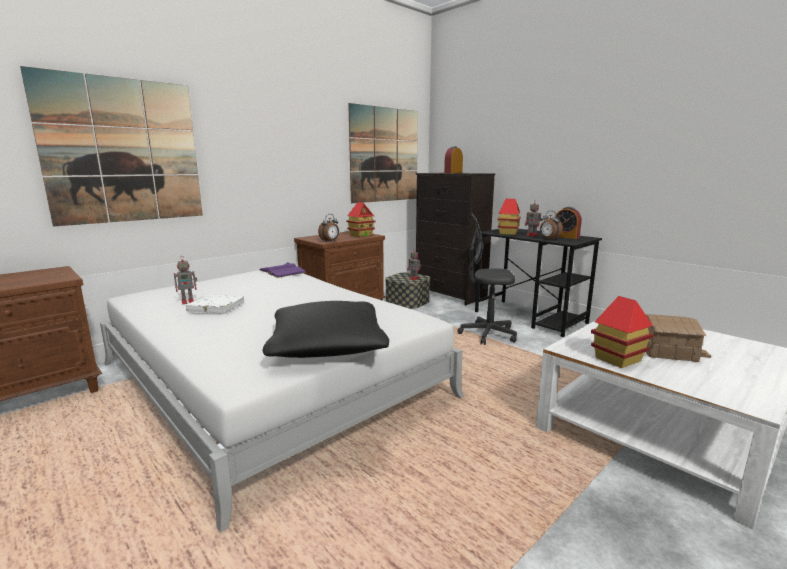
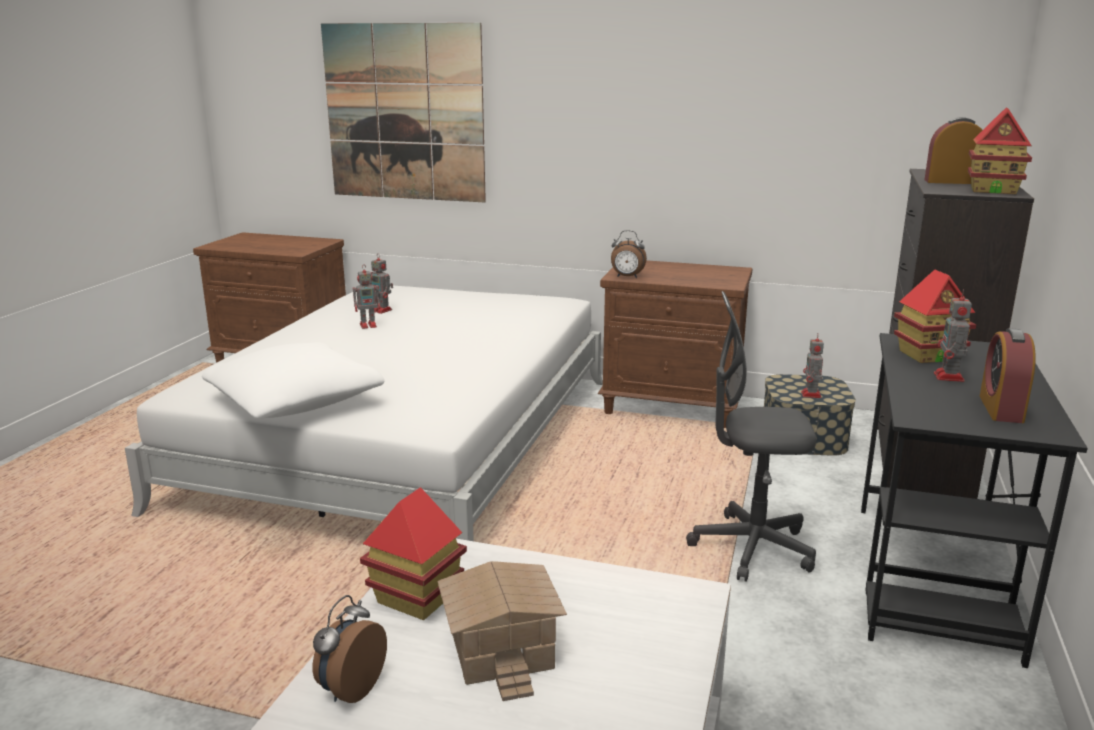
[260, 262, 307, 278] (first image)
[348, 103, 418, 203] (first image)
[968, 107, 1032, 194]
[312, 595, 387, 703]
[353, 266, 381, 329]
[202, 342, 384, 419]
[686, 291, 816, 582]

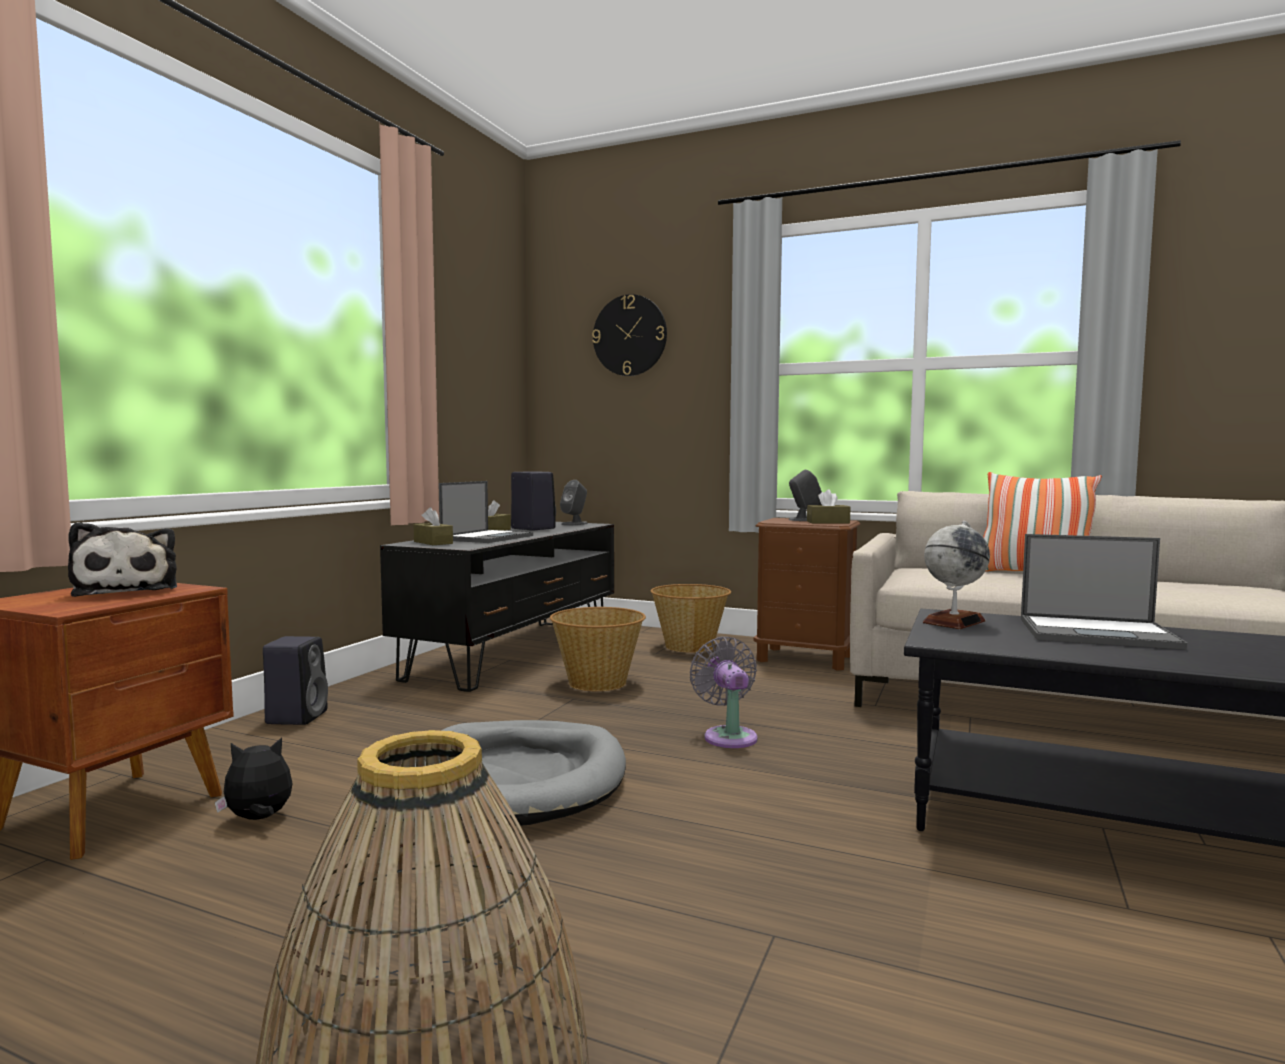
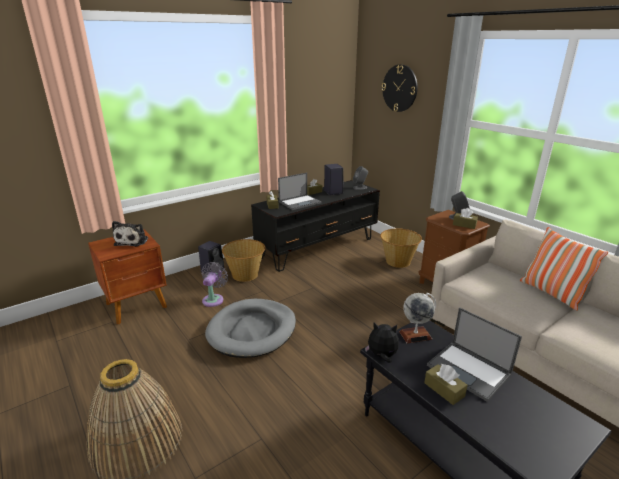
[424, 364, 468, 405]
[365, 323, 399, 363]
[222, 239, 265, 282]
[202, 262, 228, 307]

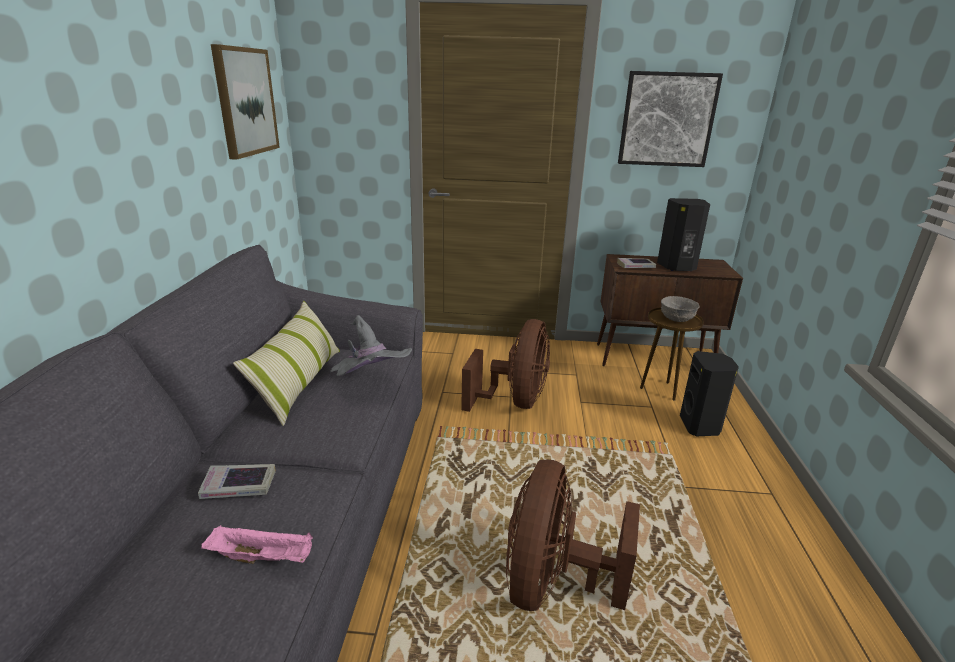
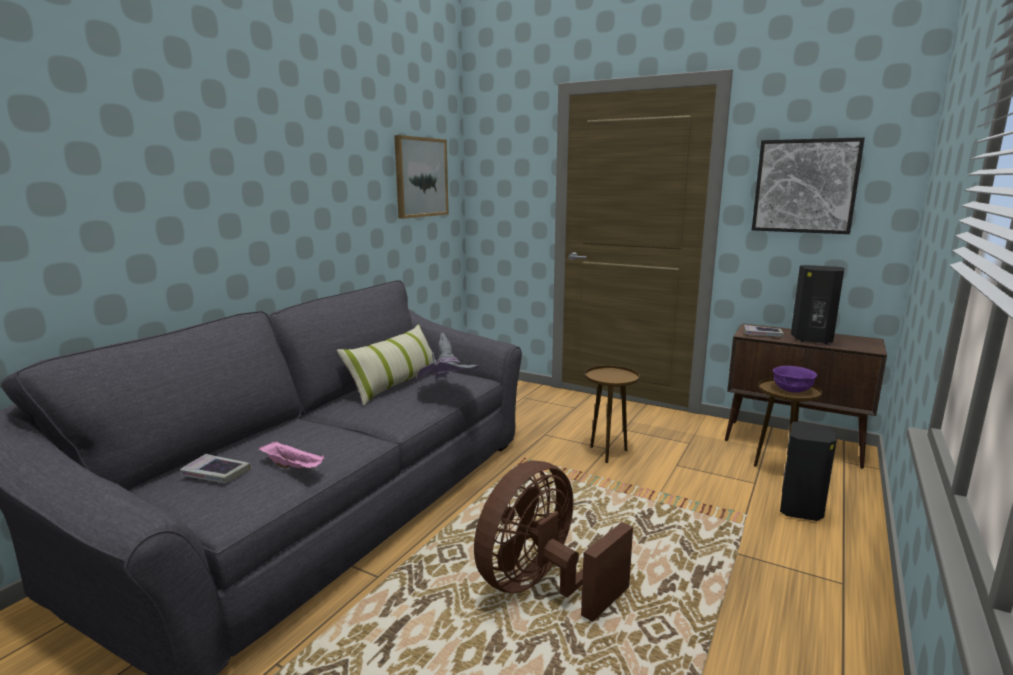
[180, 454, 250, 483]
[585, 366, 640, 463]
[773, 366, 817, 393]

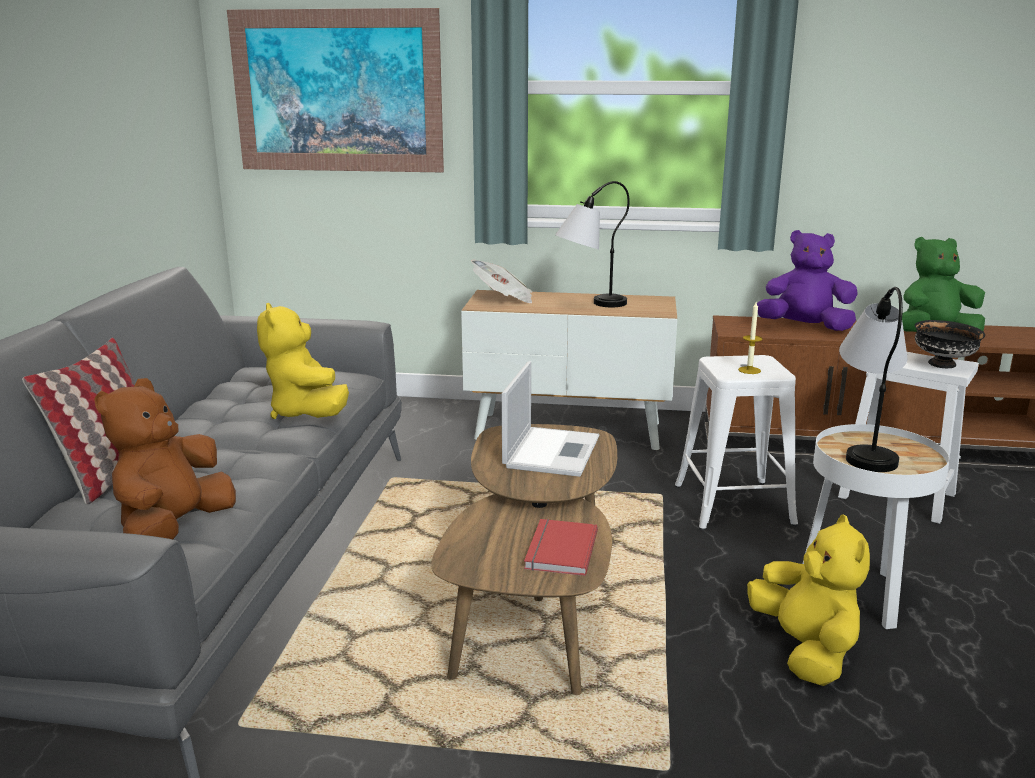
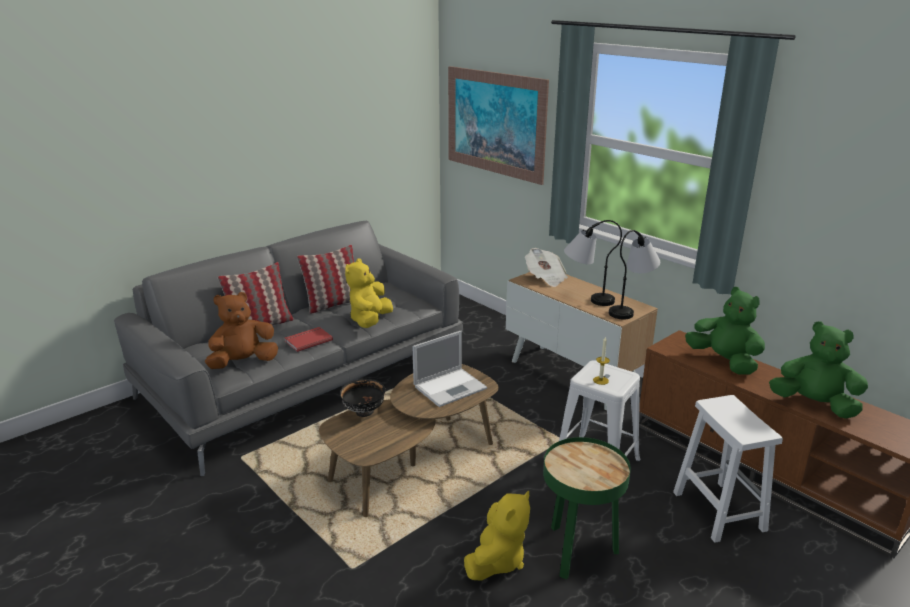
[297, 245, 354, 314]
[285, 327, 333, 352]
[609, 230, 660, 319]
[340, 379, 385, 417]
[685, 287, 765, 375]
[543, 437, 631, 580]

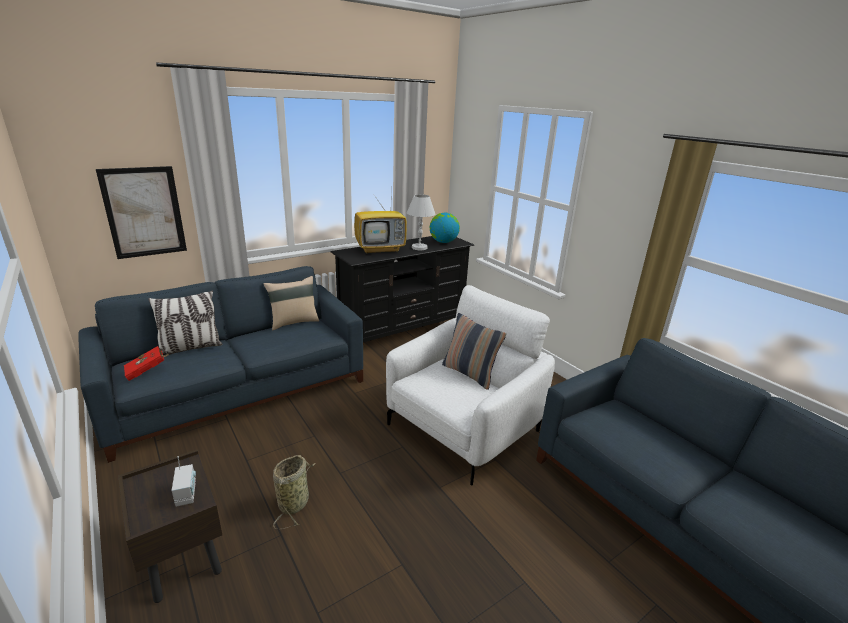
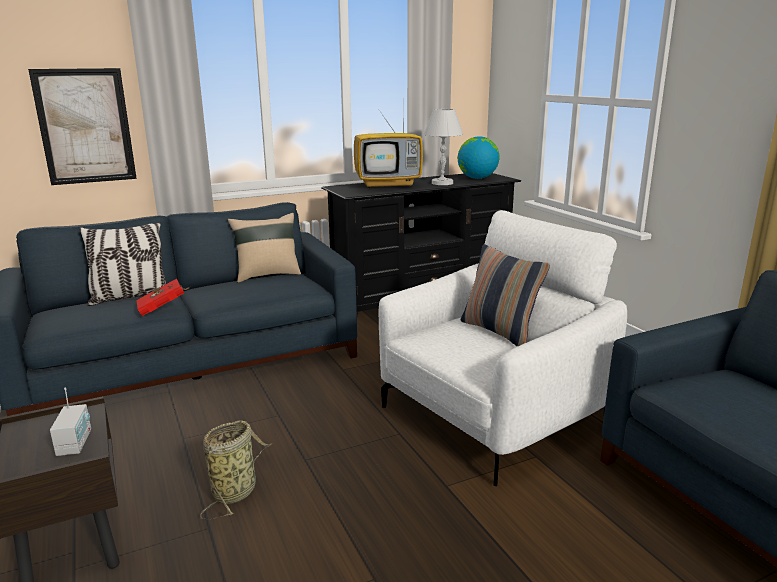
[136, 279, 190, 316]

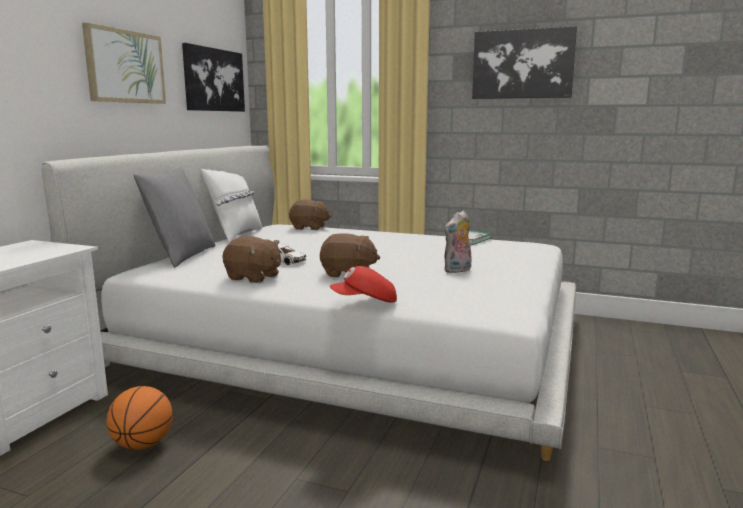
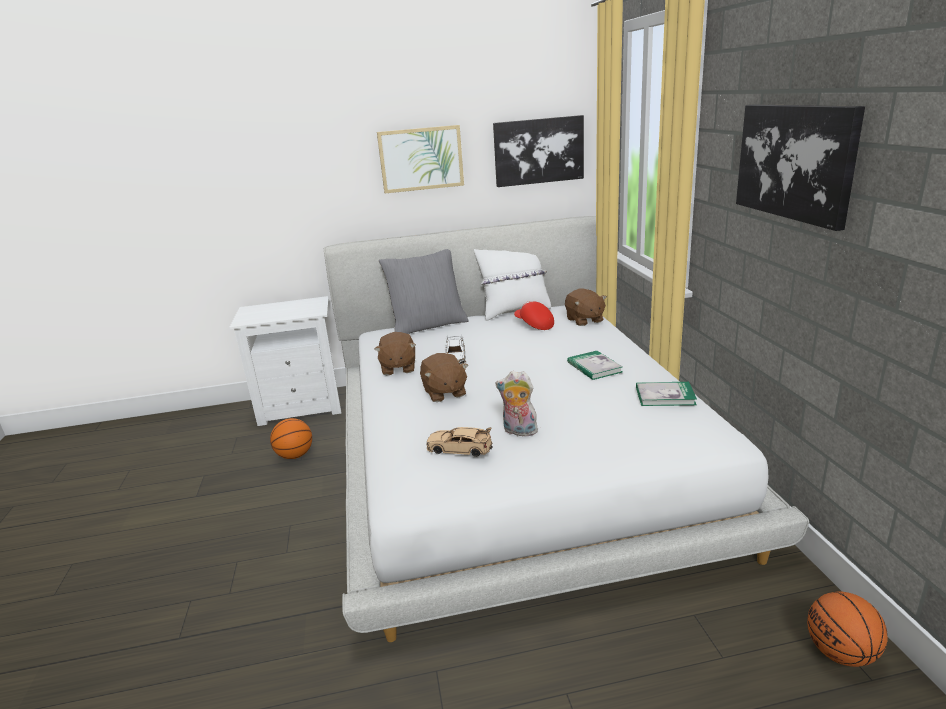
[427, 427, 493, 457]
[567, 351, 623, 380]
[807, 592, 888, 667]
[514, 301, 554, 330]

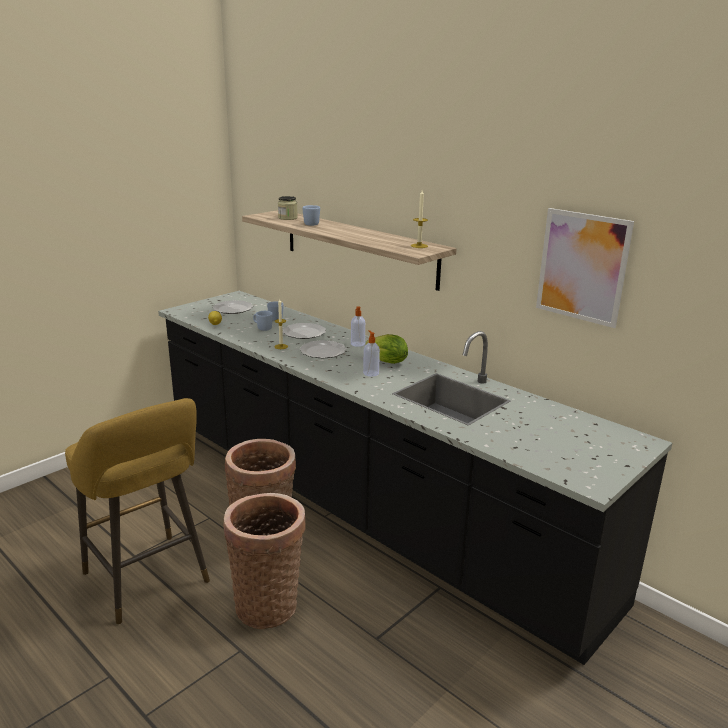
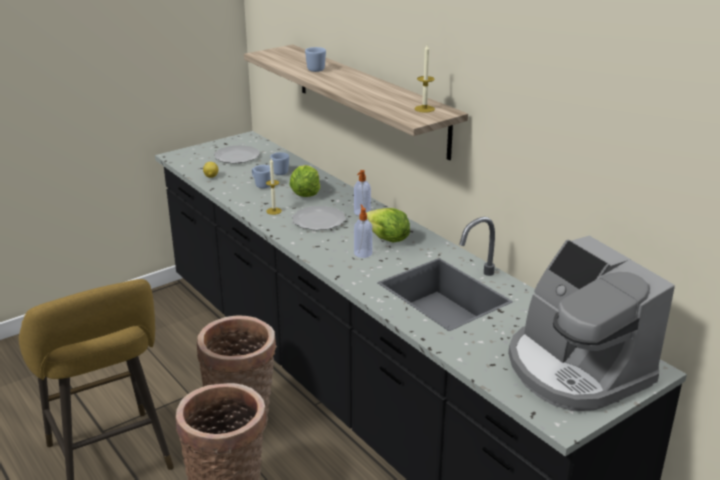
[278, 196, 298, 220] (first image)
[536, 208, 634, 328] (first image)
[508, 236, 675, 411]
[289, 165, 320, 197]

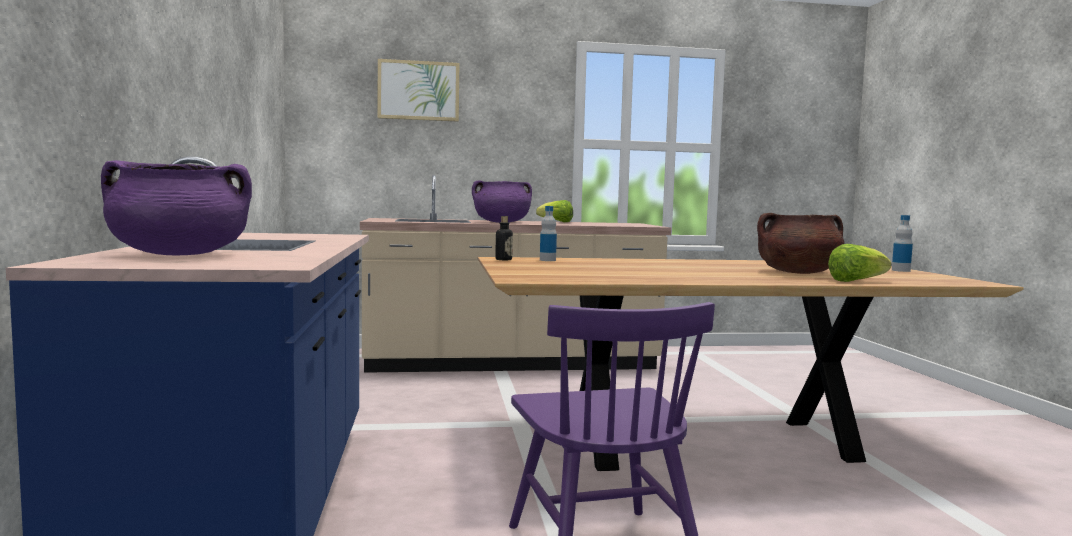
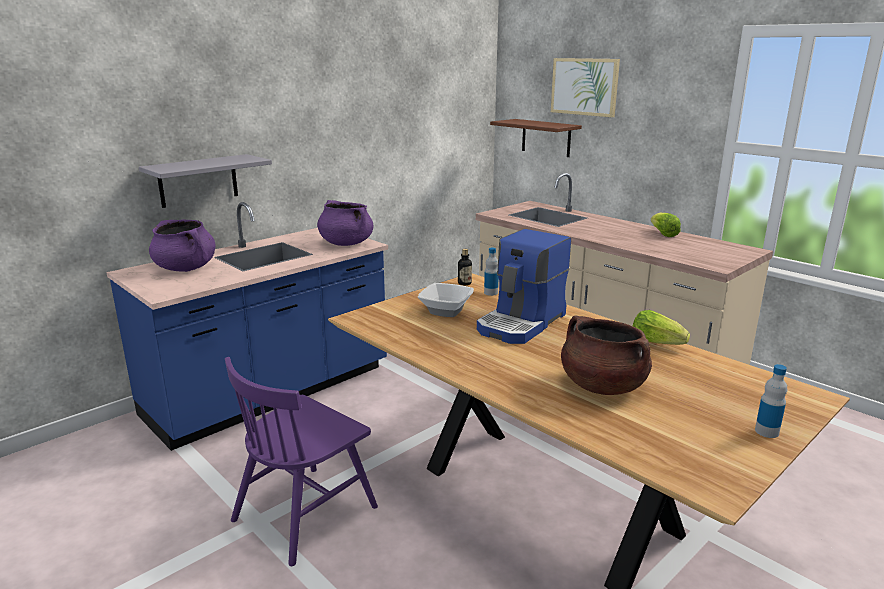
[139, 154, 272, 208]
[418, 283, 474, 317]
[477, 229, 571, 344]
[490, 119, 582, 157]
[317, 200, 373, 246]
[633, 310, 690, 345]

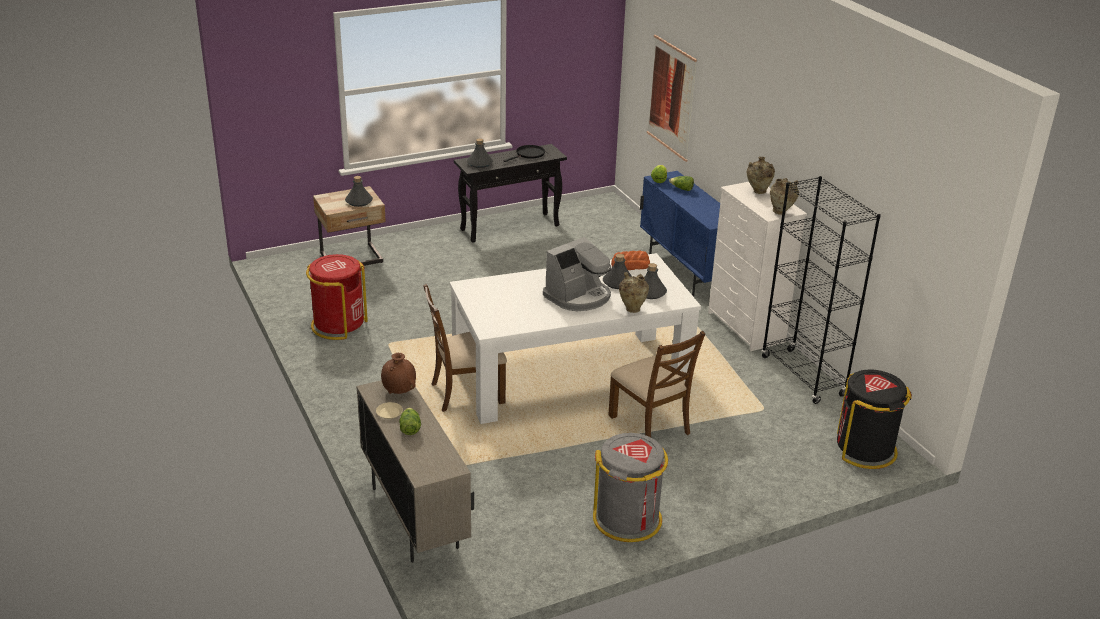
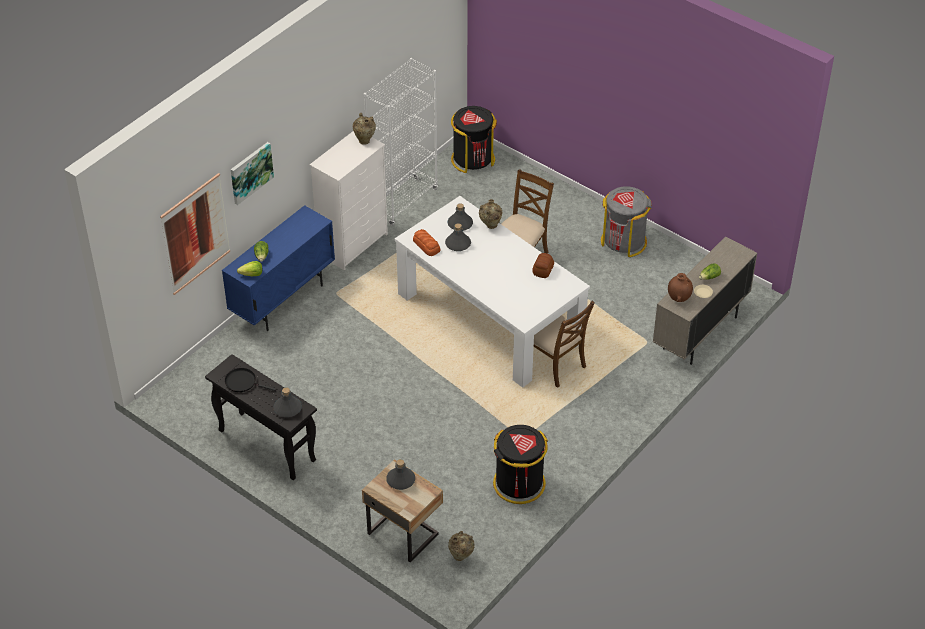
[543, 237, 611, 311] (first image)
[231, 142, 274, 205]
[532, 253, 554, 278]
[448, 531, 475, 561]
[493, 425, 548, 504]
[364, 58, 438, 226]

